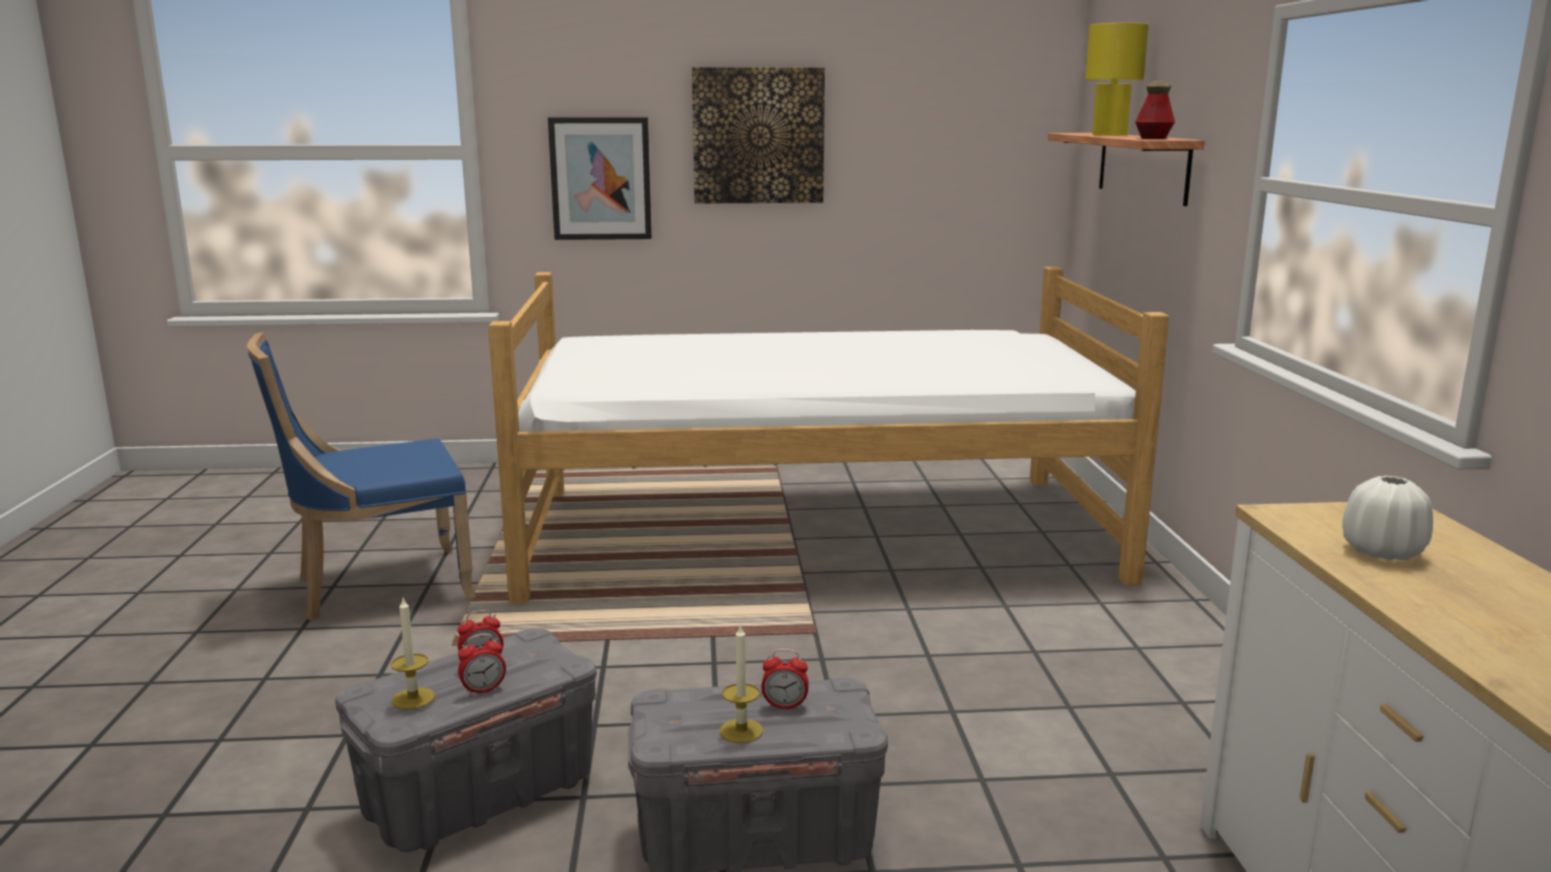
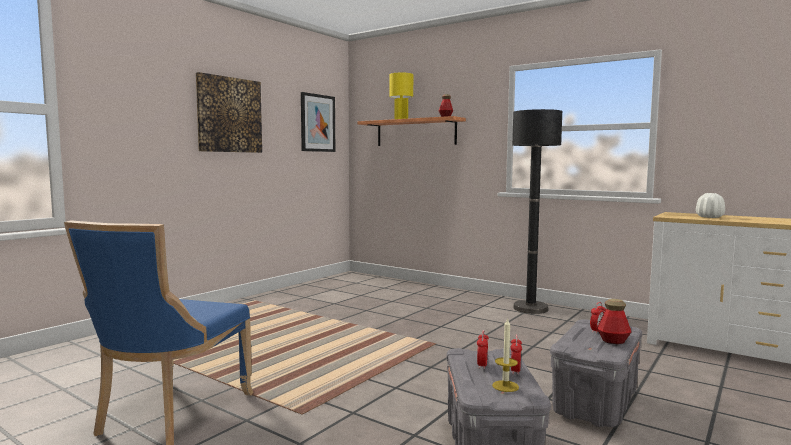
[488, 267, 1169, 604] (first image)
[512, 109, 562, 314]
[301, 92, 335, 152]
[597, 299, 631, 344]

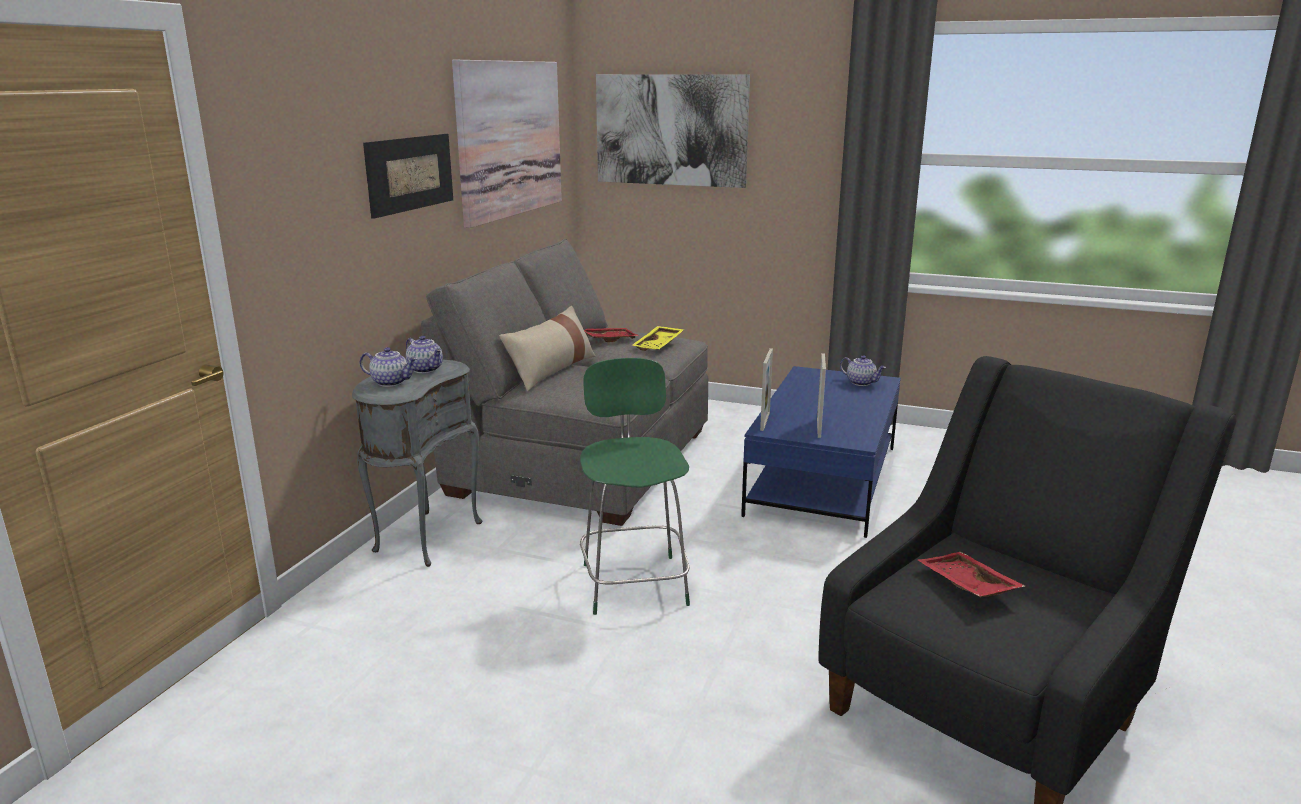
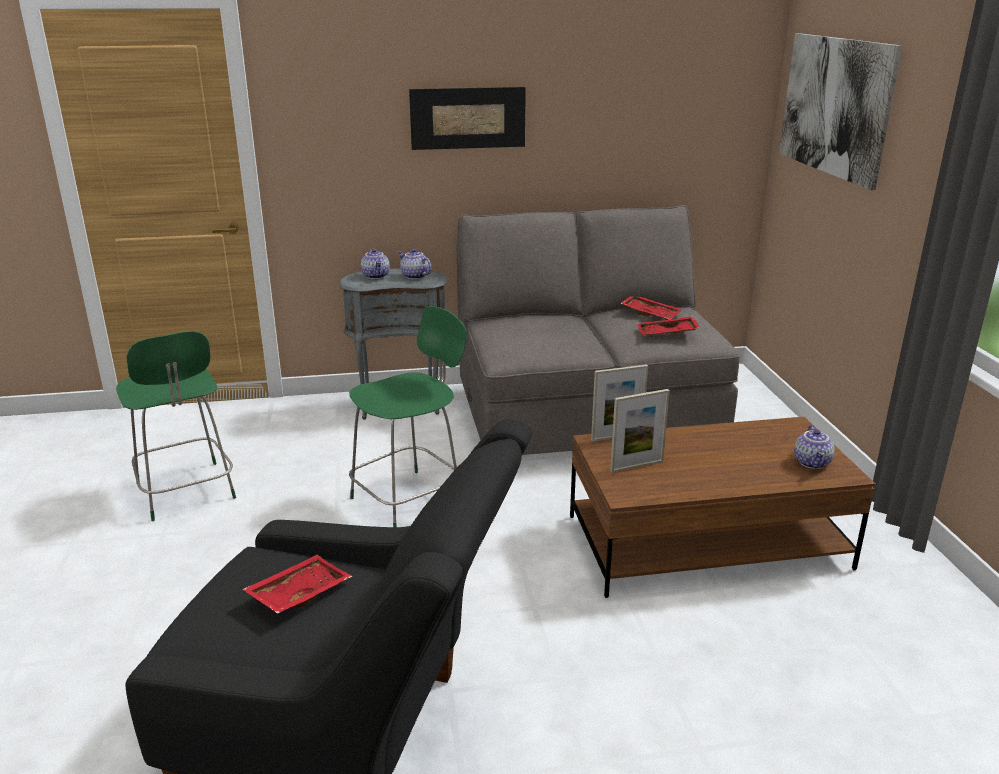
[452, 60, 562, 228] (first image)
[499, 306, 596, 392] (first image)
[116, 331, 236, 521]
[637, 316, 700, 335]
[570, 417, 876, 598]
[398, 249, 432, 279]

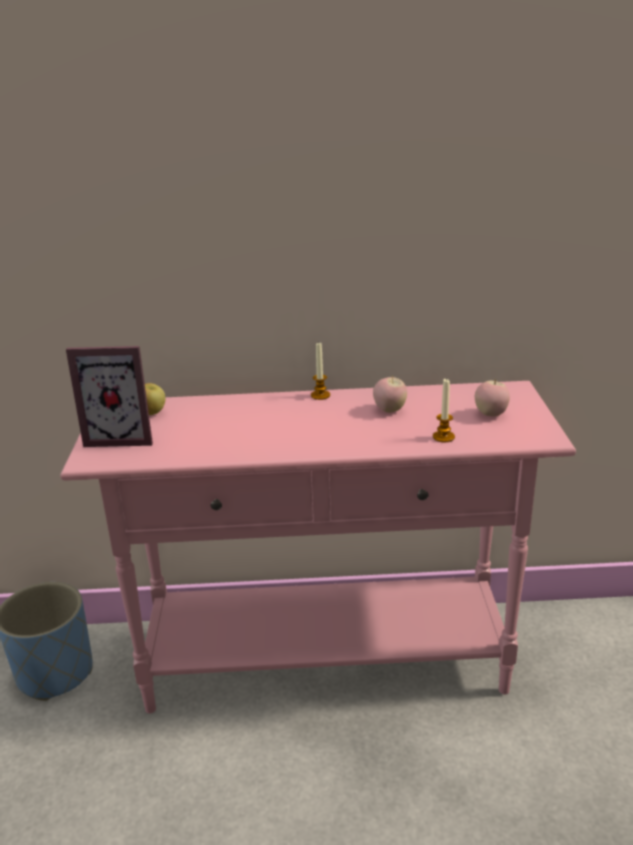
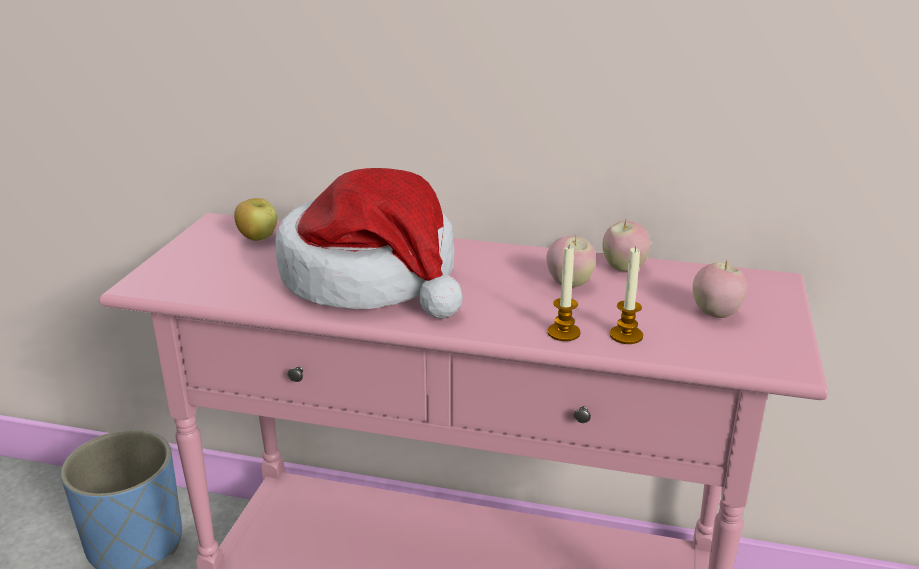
[66, 346, 153, 447] (first image)
[275, 168, 463, 319]
[603, 219, 651, 271]
[548, 244, 580, 341]

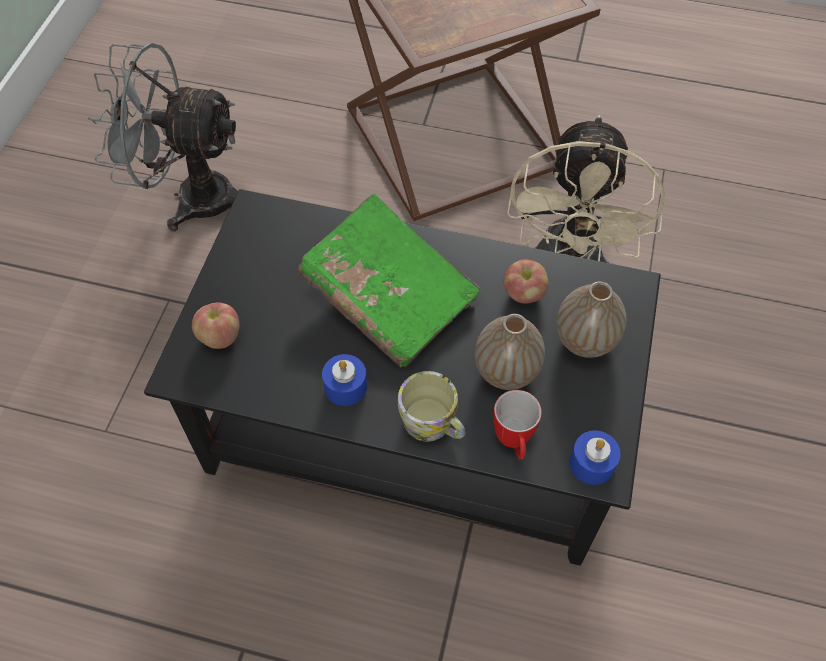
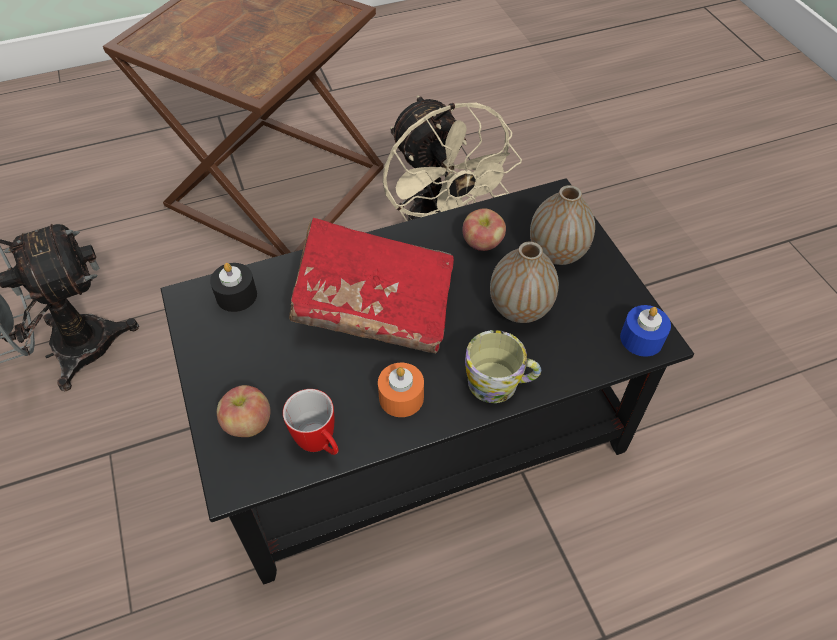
[210, 263, 257, 312]
[283, 389, 339, 455]
[289, 218, 454, 353]
[378, 363, 424, 417]

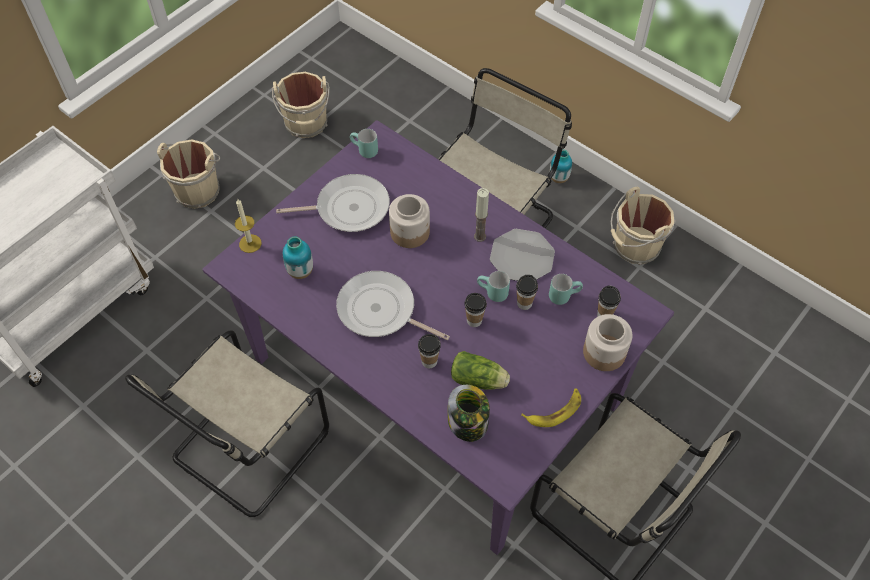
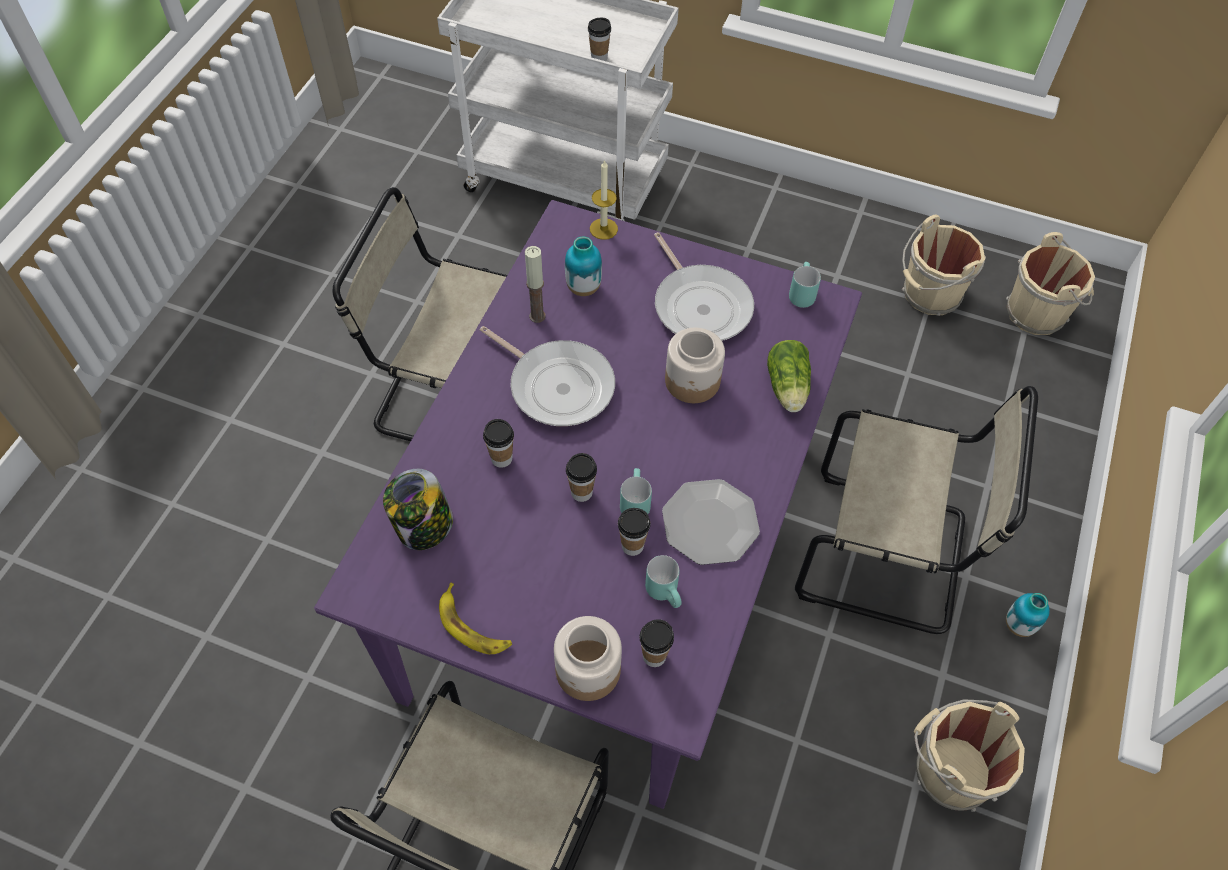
[588, 18, 611, 61]
[1006, 232, 1095, 335]
[767, 340, 811, 412]
[525, 246, 546, 323]
[480, 326, 615, 426]

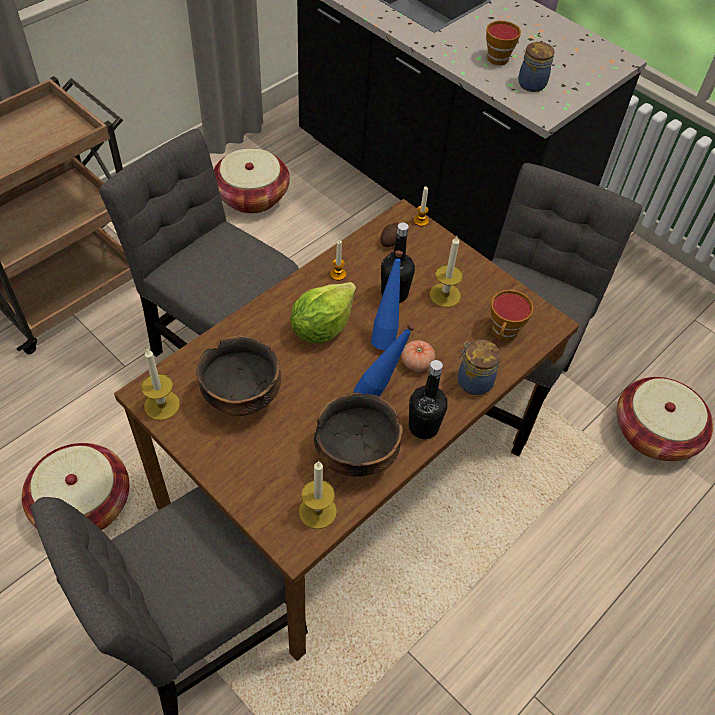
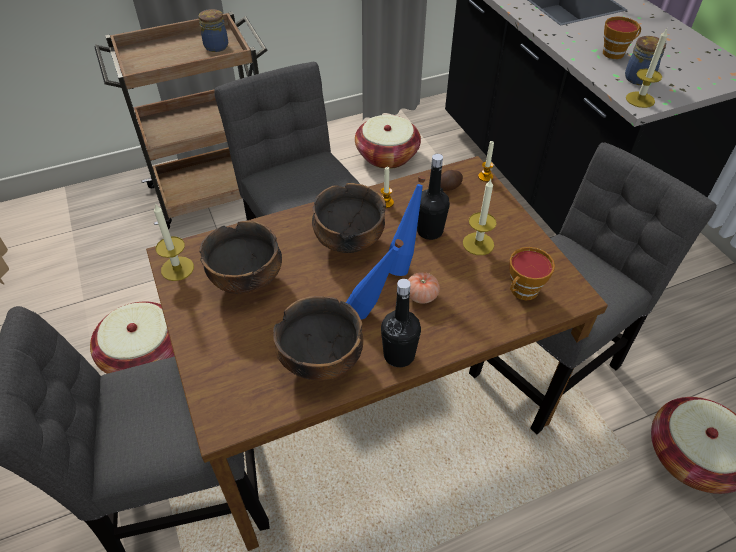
[626, 29, 668, 108]
[198, 9, 228, 52]
[312, 183, 386, 253]

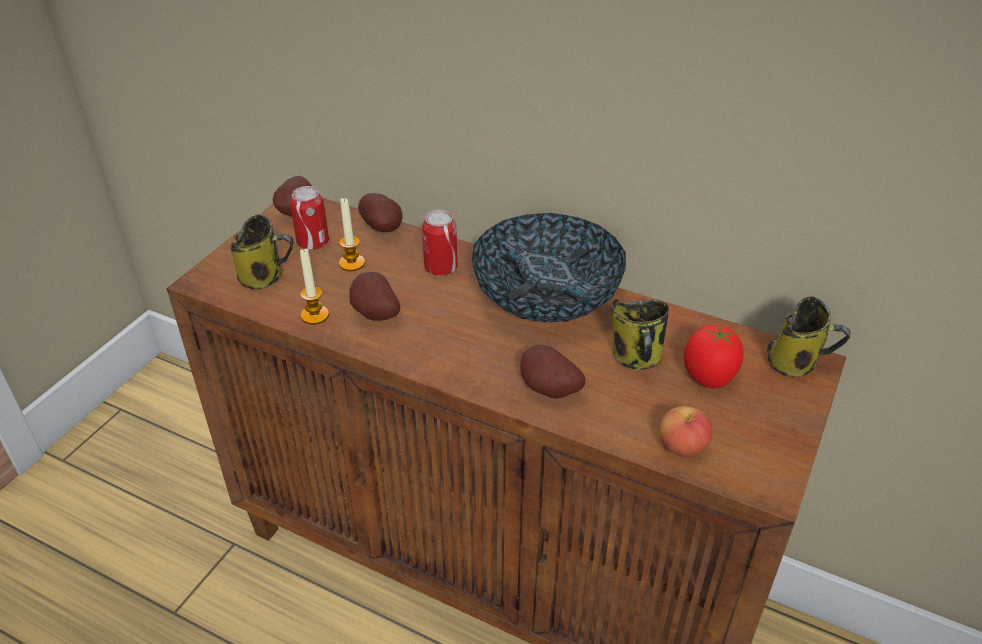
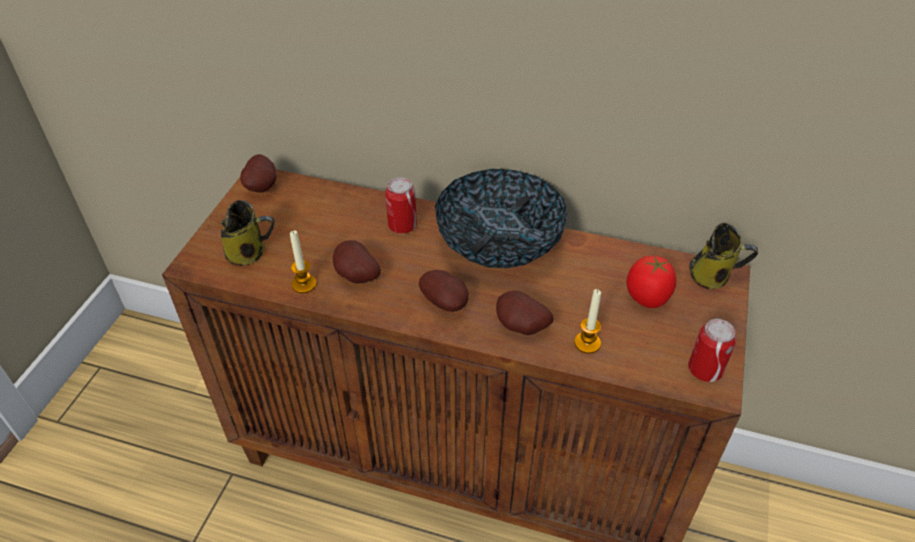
[611, 299, 669, 370] (first image)
[660, 406, 713, 457] (first image)
[688, 319, 736, 382]
[574, 289, 601, 354]
[419, 270, 469, 312]

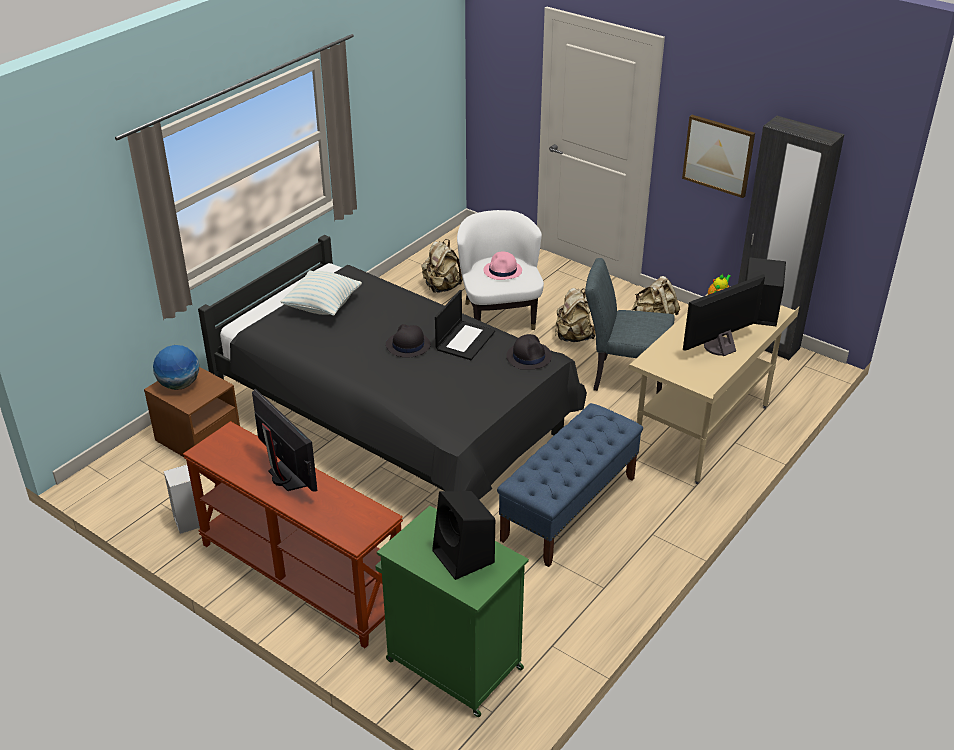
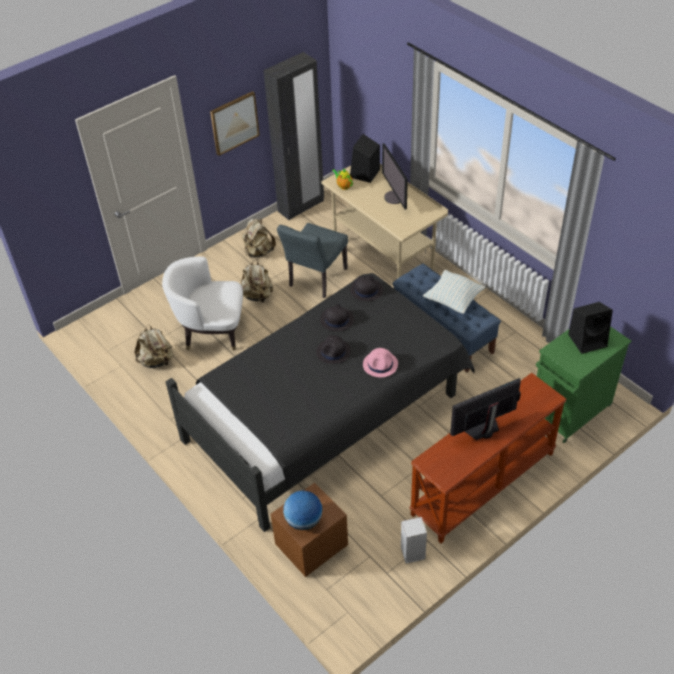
[423, 270, 485, 314]
[363, 348, 398, 377]
[320, 304, 354, 331]

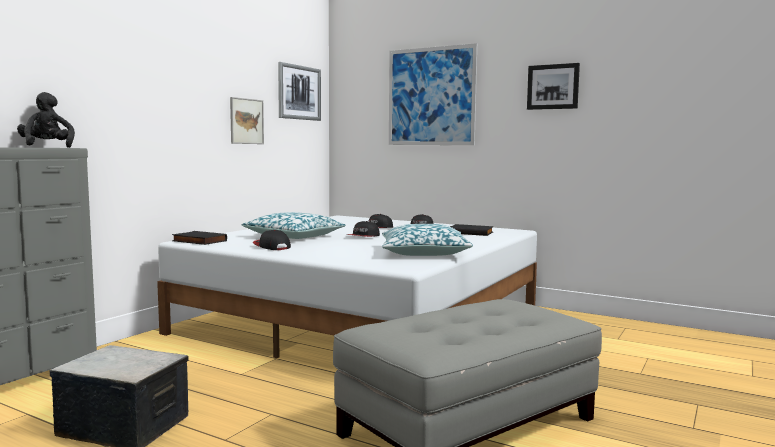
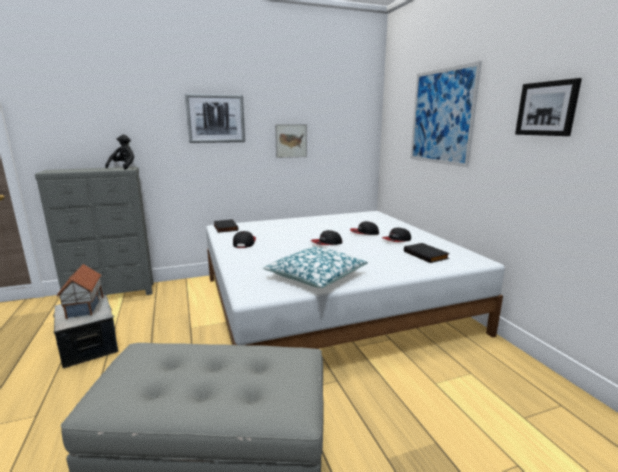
[242, 212, 346, 239] (first image)
[57, 264, 104, 319]
[185, 94, 245, 143]

